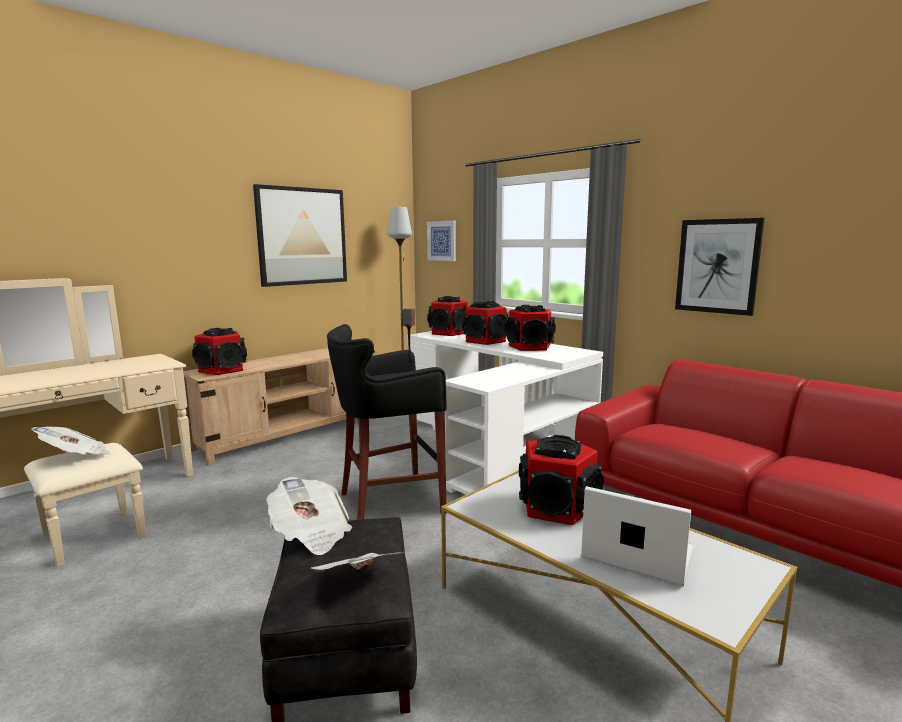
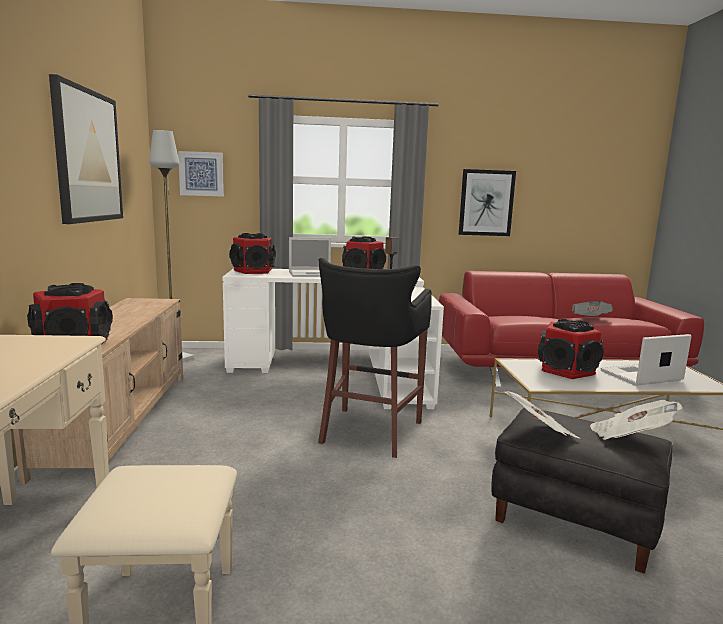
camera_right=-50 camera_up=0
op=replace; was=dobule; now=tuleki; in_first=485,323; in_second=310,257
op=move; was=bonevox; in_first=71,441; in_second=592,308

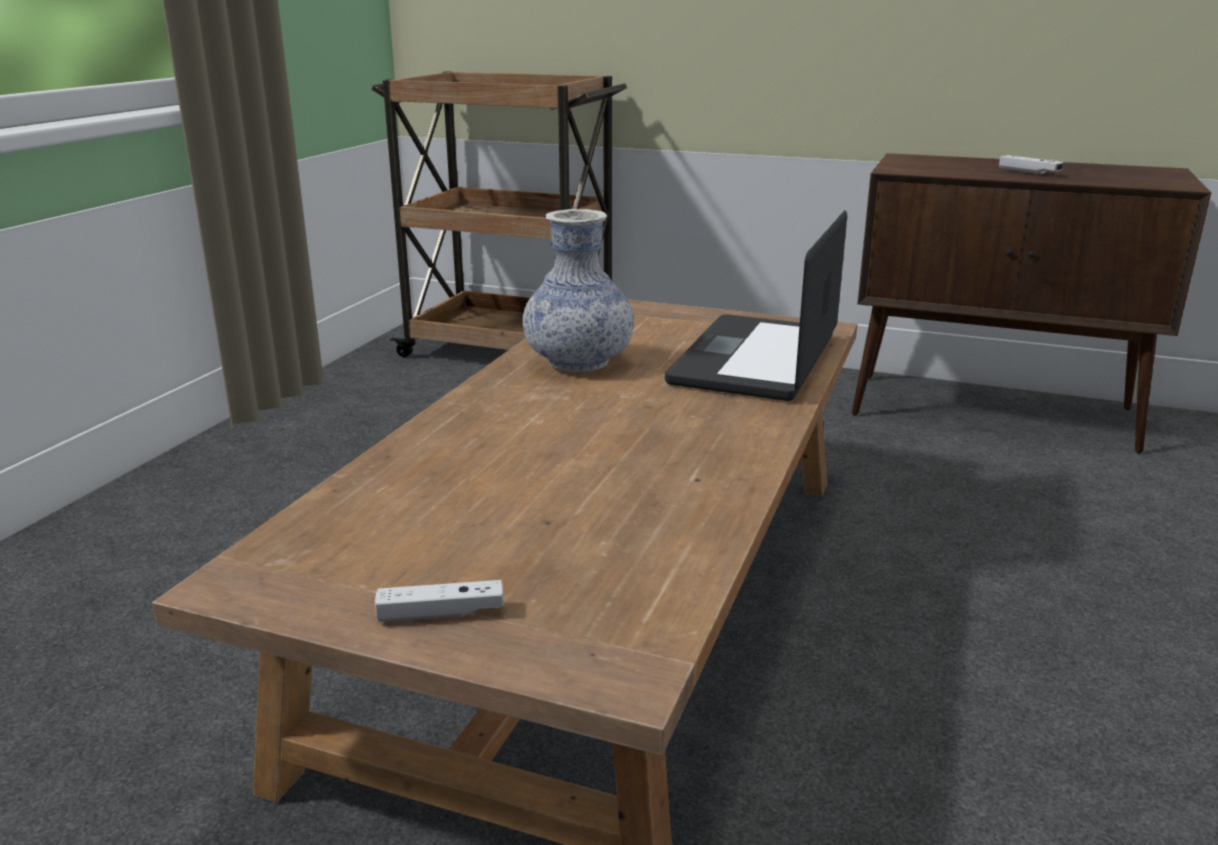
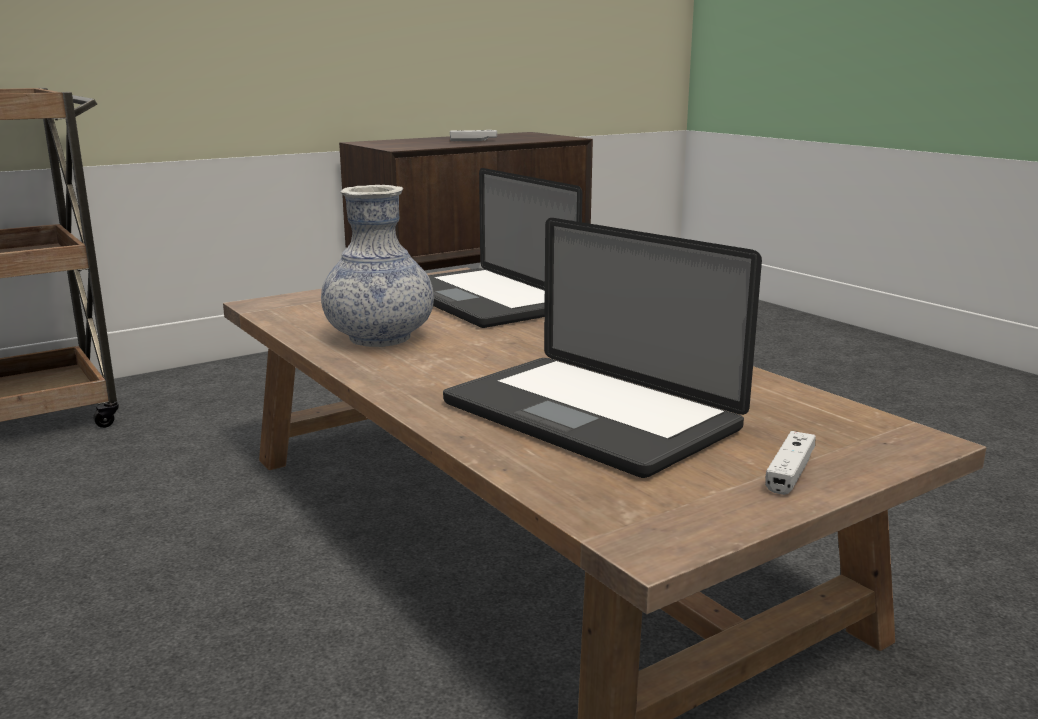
camera_right=-55 camera_up=-5
op=insert; now=tuleki; in_second=602,348

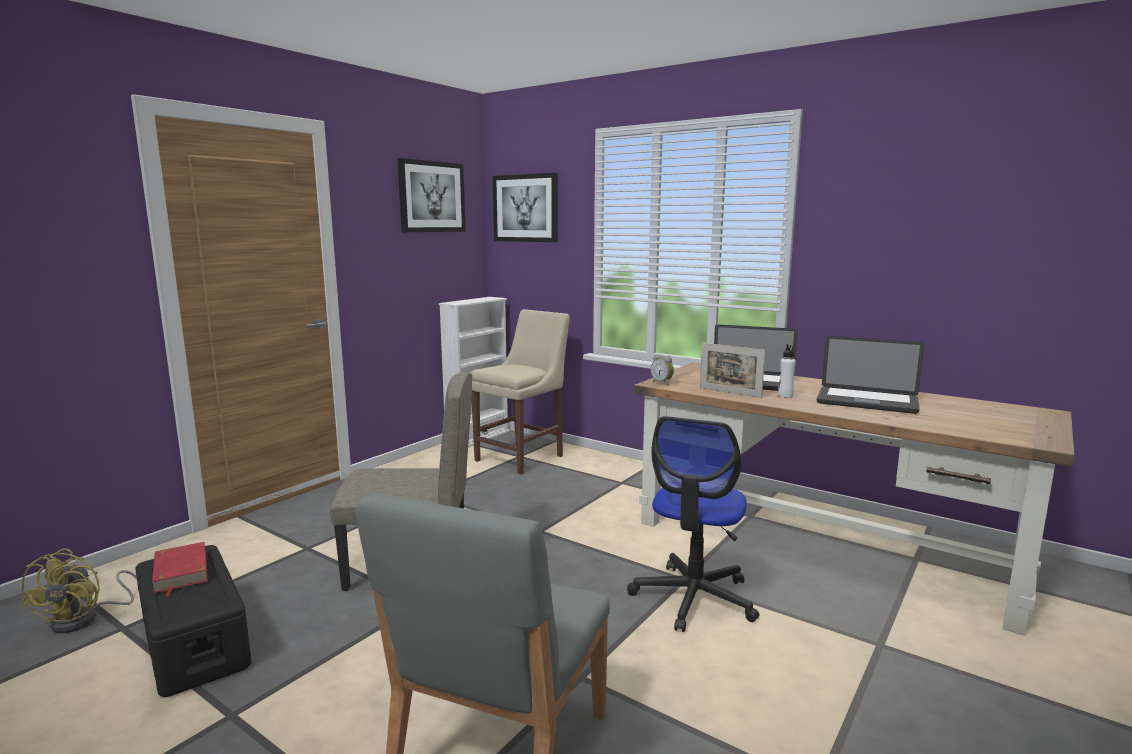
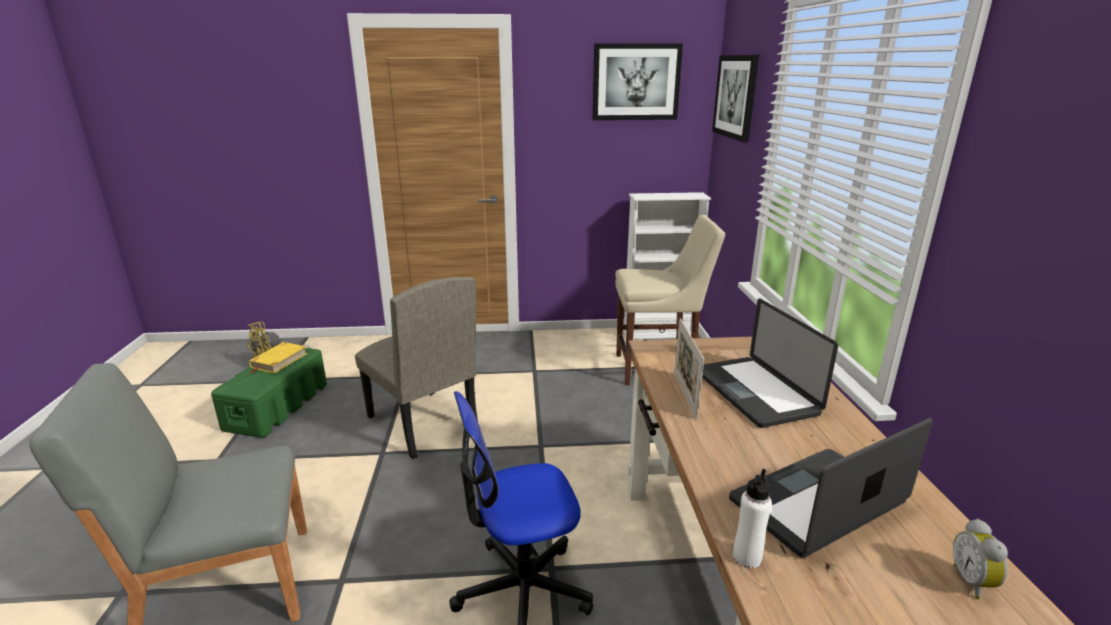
camera_right=50 camera_up=10
op=recolor; was=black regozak; now=green regozak; in_first=193,621; in_second=269,393
op=recolor; was=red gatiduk; now=yellow gatiduk; in_first=180,569; in_second=278,357
op=rotate; was=tuleki; in_first=870,375; in_second=831,488; clockwise=75
op=move; was=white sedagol; in_first=787,371; in_second=752,518
op=move; was=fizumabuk; in_first=662,369; in_second=980,559

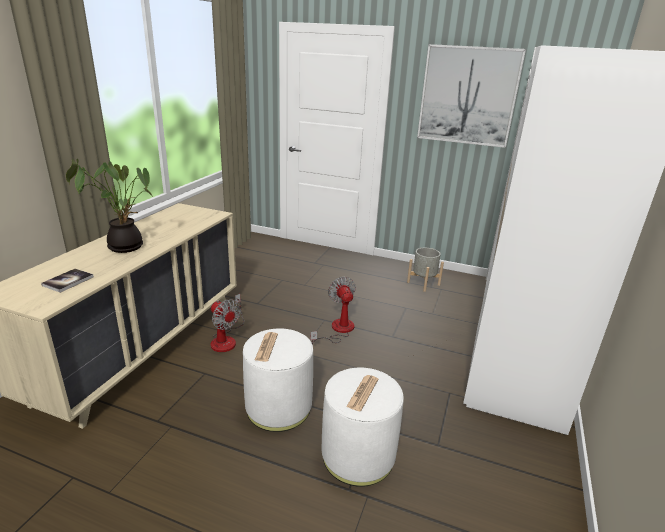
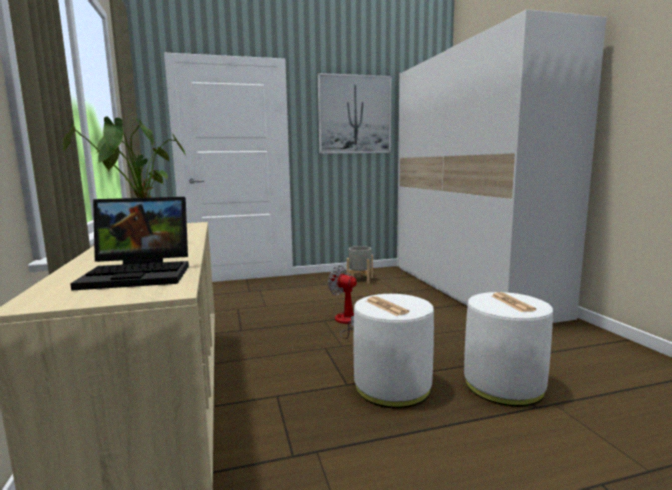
camera_right=-35 camera_up=-15
op=replace; was=gatiduk; now=tuleki; in_first=67,281; in_second=129,244
op=delete; was=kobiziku; in_first=227,323

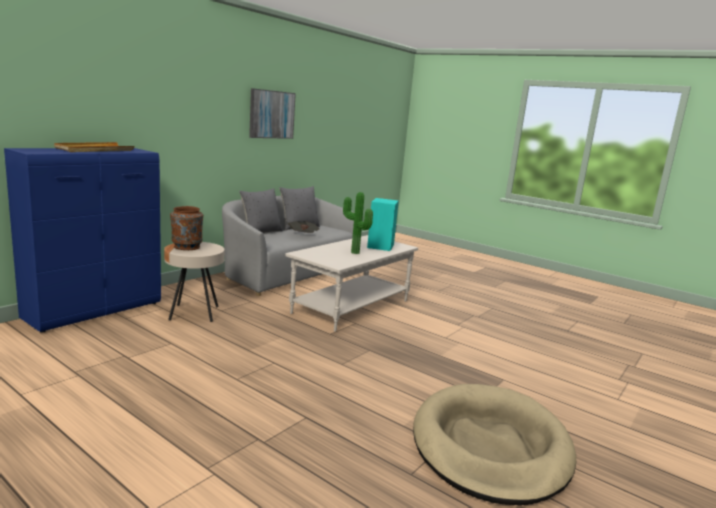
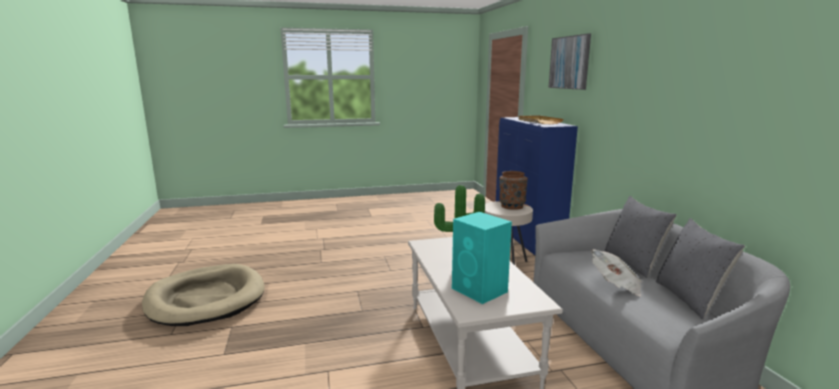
camera_right=130 camera_up=0
op=move; was=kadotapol; in_first=272,113; in_second=569,62

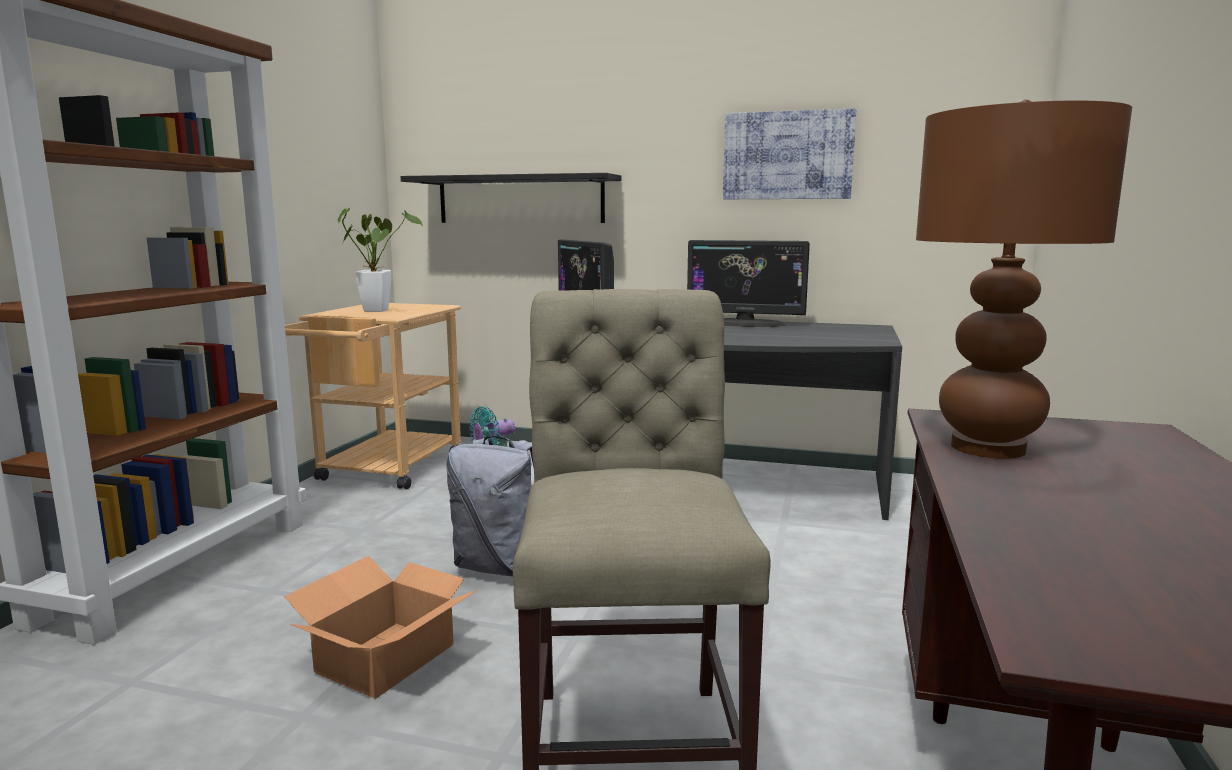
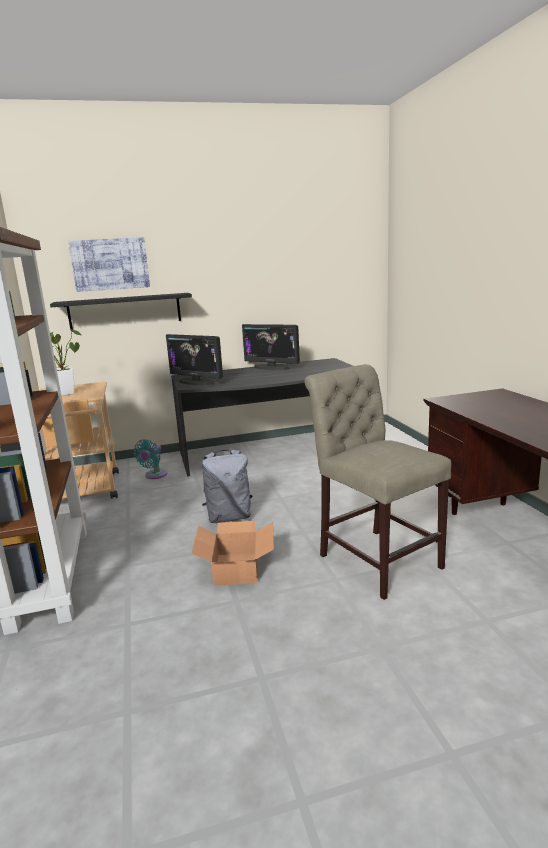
camera_right=-30 camera_up=5
op=move; was=kadotapol; in_first=789,153; in_second=109,264
op=rotate; was=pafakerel; in_first=748,283; in_second=271,347; clockwise=45
op=delete; was=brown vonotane; in_first=1024,279

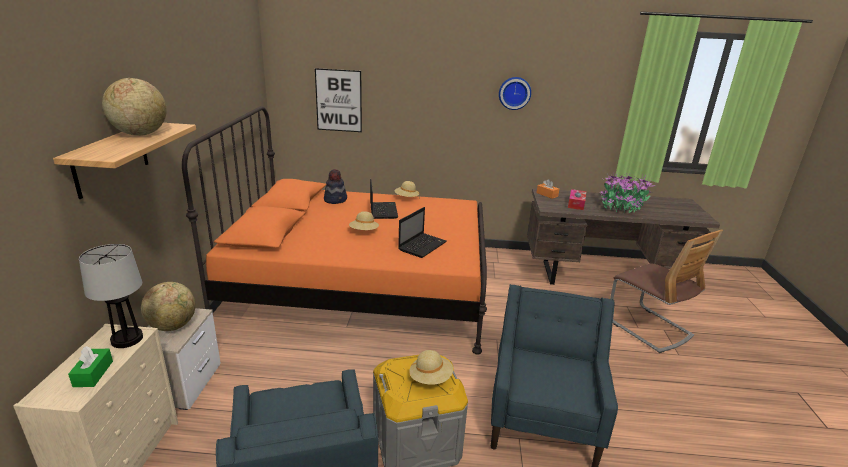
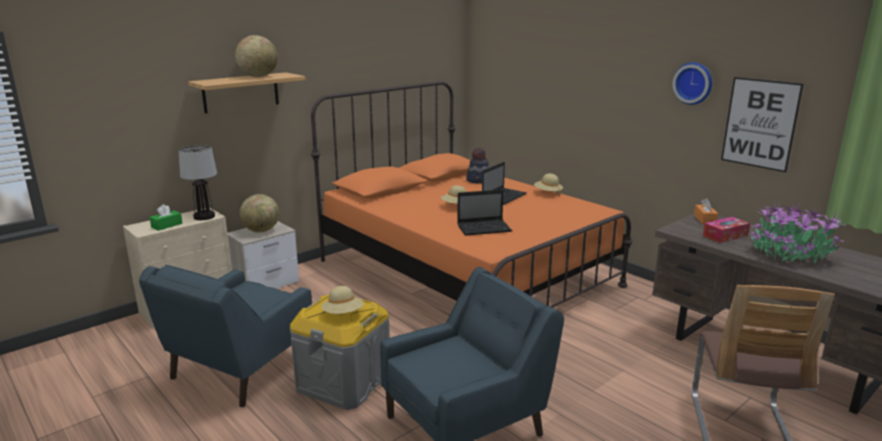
camera_right=45 camera_up=-5
op=move; was=kadotapol; in_first=338,100; in_second=762,124

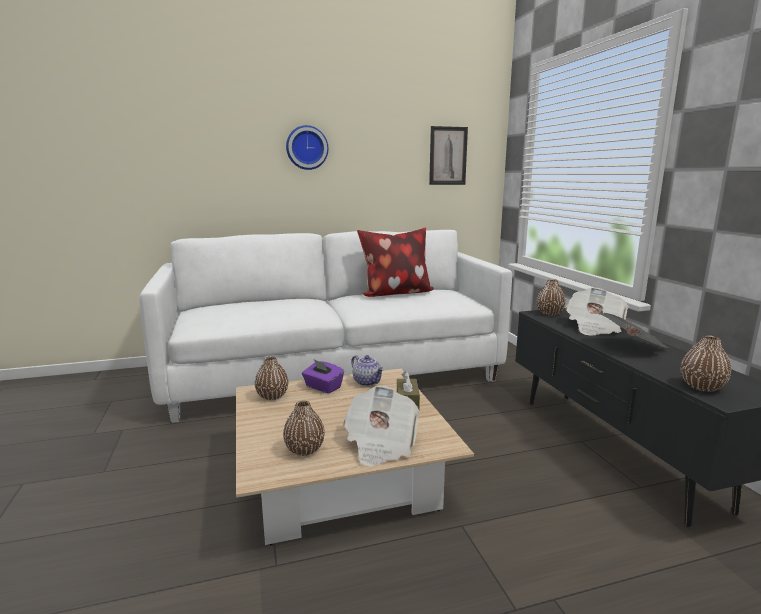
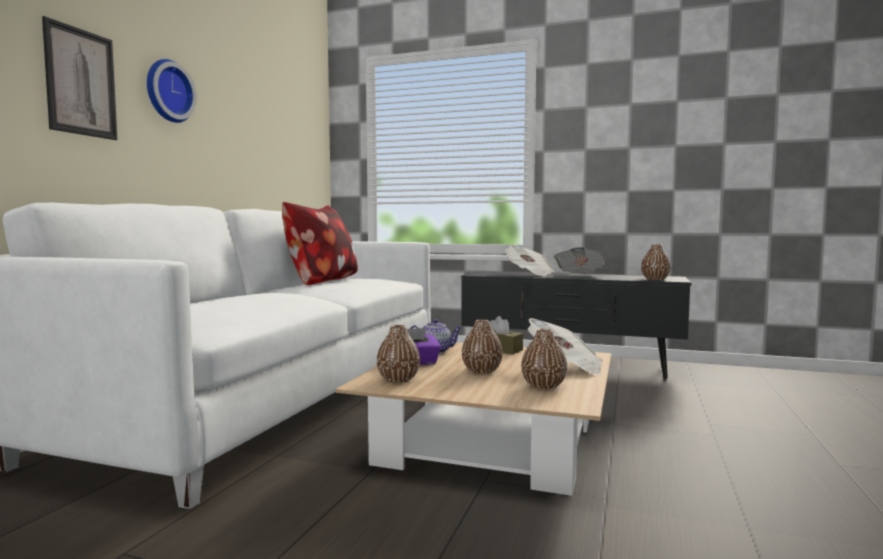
camera_right=-55 camera_up=-10
op=move; was=kadotapol; in_first=448,155; in_second=79,78
op=move; was=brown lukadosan; in_first=550,297; in_second=482,346

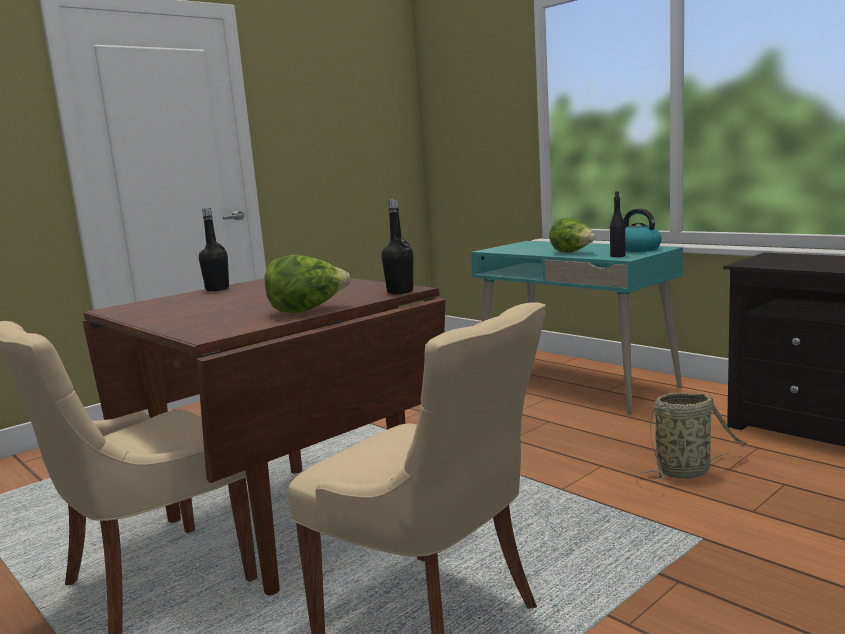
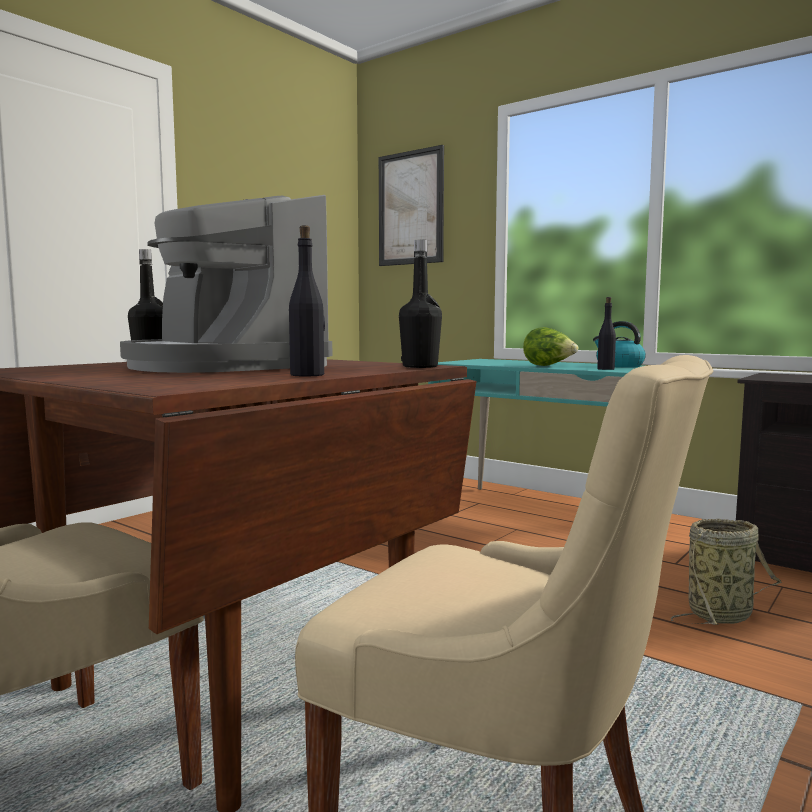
camera_right=-10 camera_up=-5
op=insert; now=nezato; in_second=226,284
op=replace; was=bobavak; now=black sedagol; in_first=307,284; in_second=307,300
op=insert; now=kadotapol; in_second=411,205

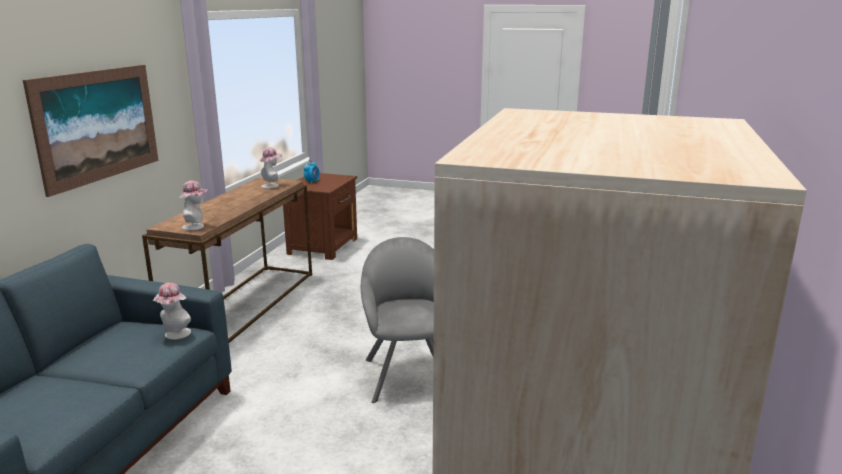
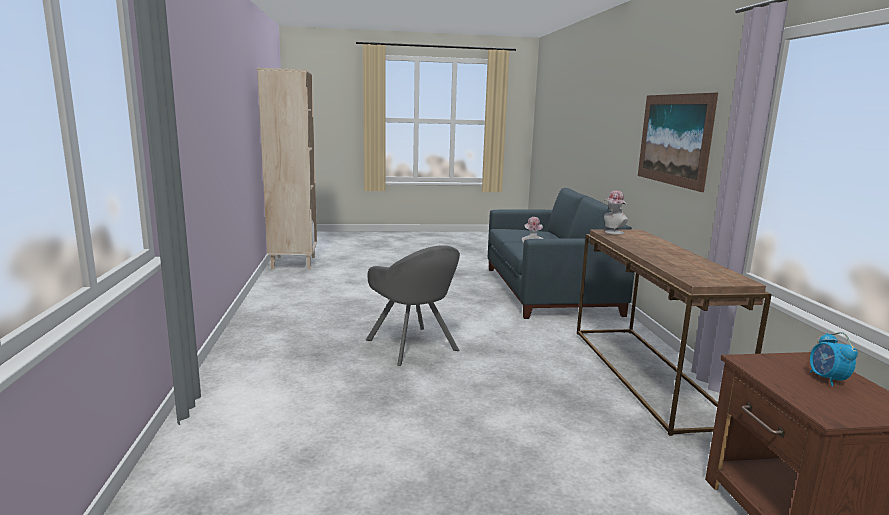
camera_right=155 camera_up=-5
op=delete; was=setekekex; in_first=270,168

